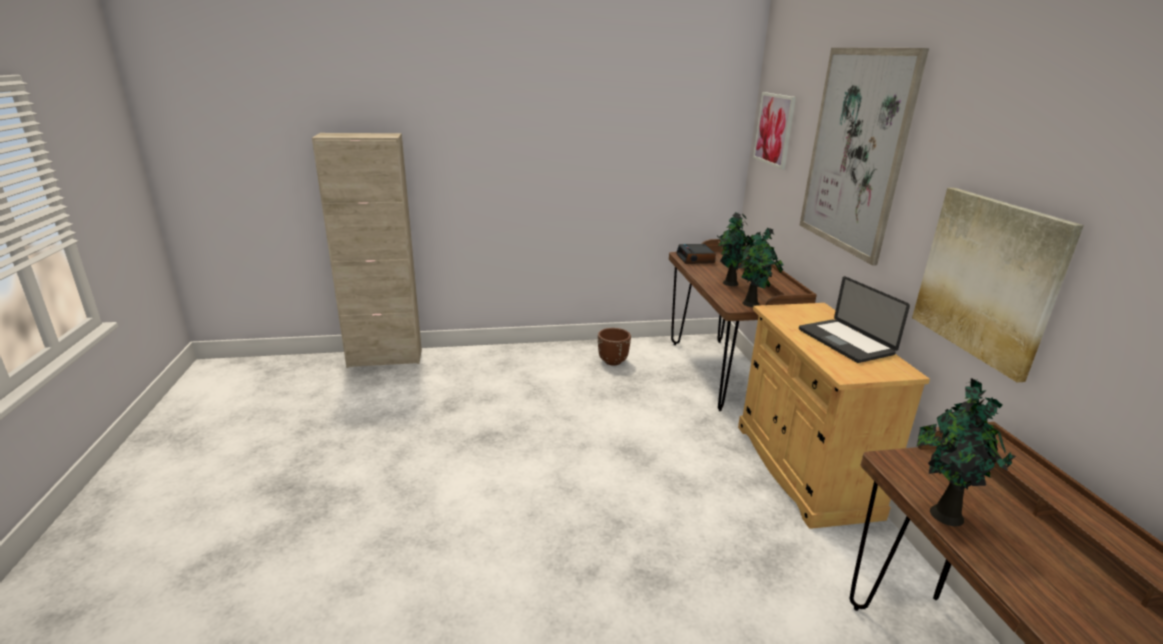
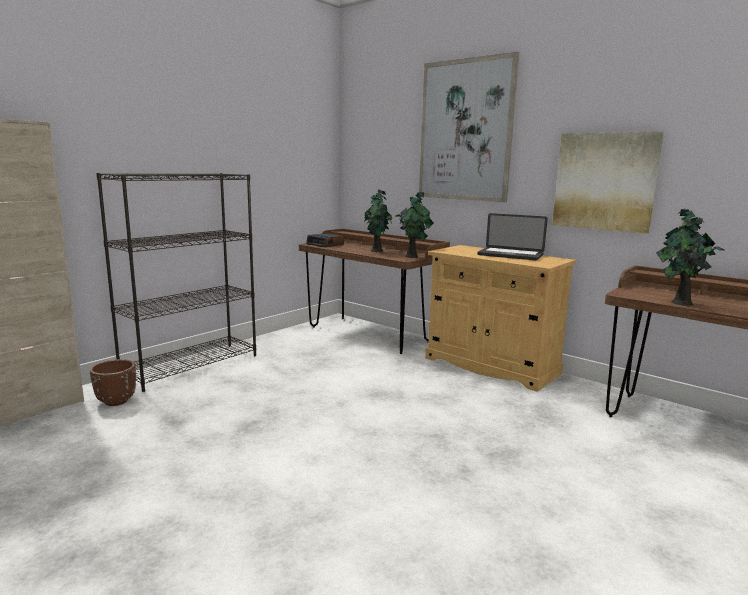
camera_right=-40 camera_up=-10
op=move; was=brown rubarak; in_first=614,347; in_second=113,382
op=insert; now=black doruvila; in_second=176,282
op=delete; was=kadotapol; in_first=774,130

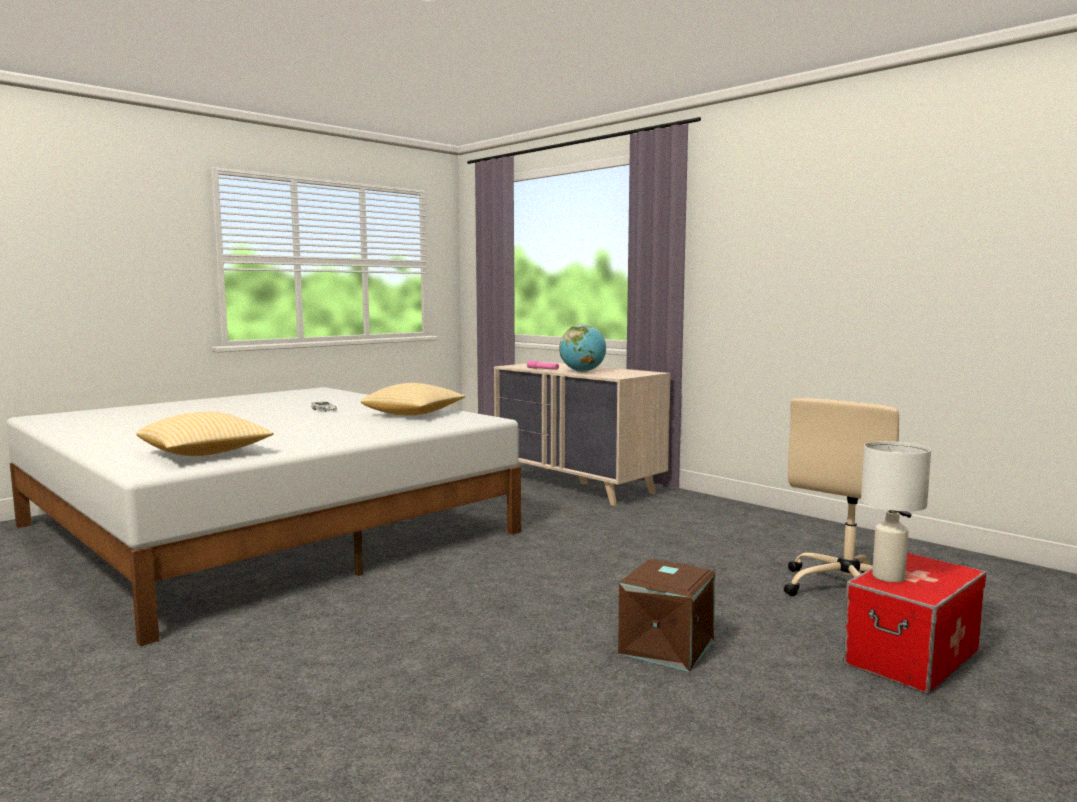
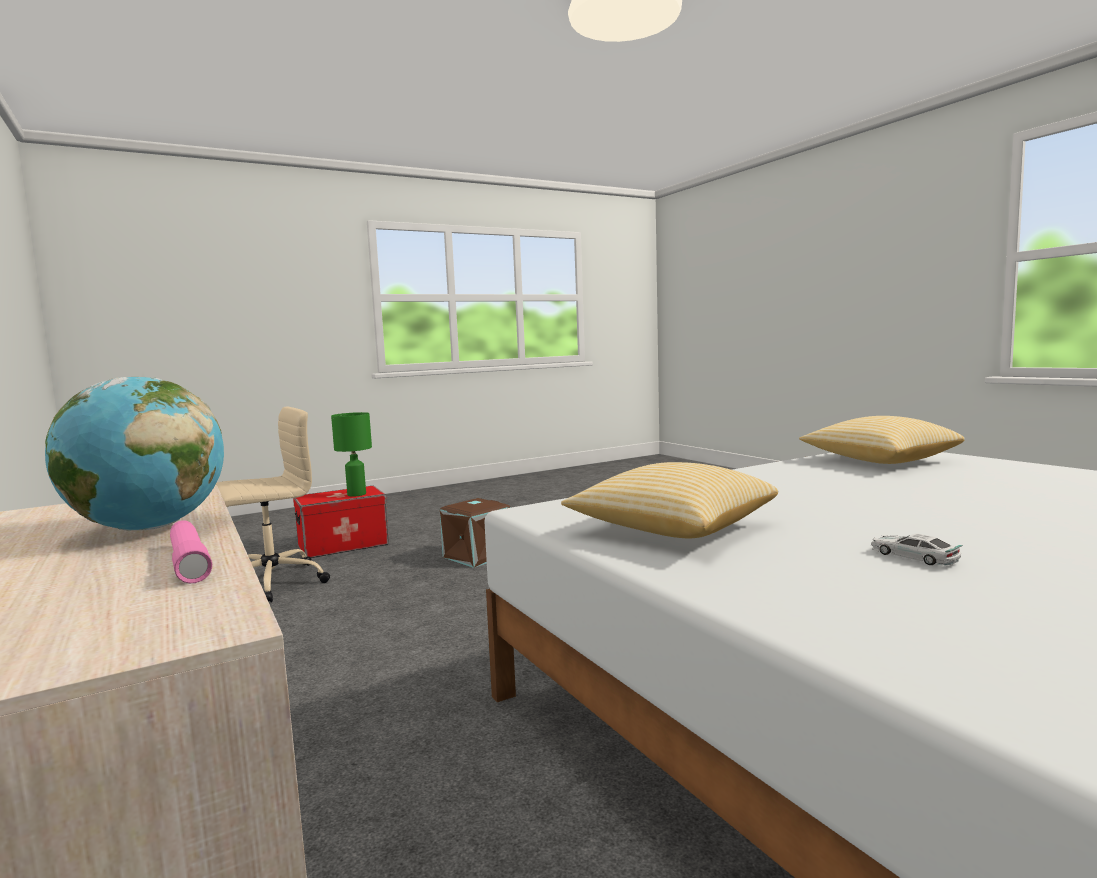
camera_right=-165 camera_up=0
op=recolor; was=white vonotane; now=green vonotane; in_first=896,511; in_second=351,454

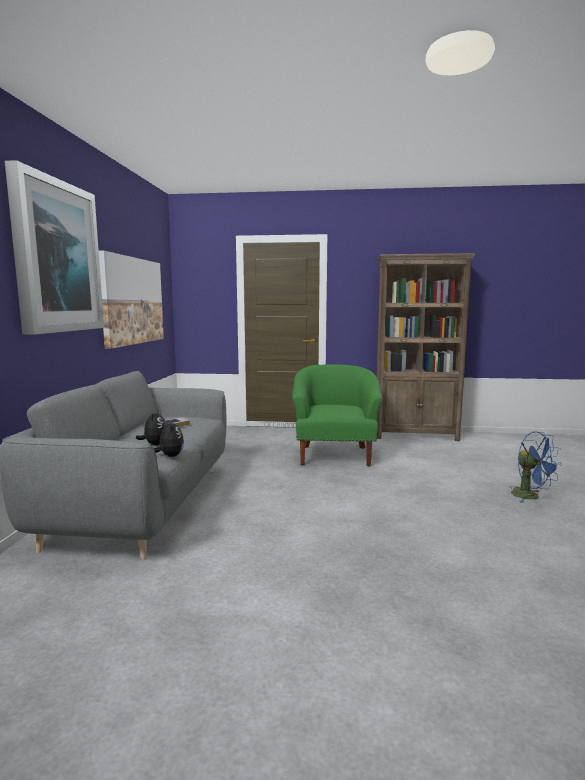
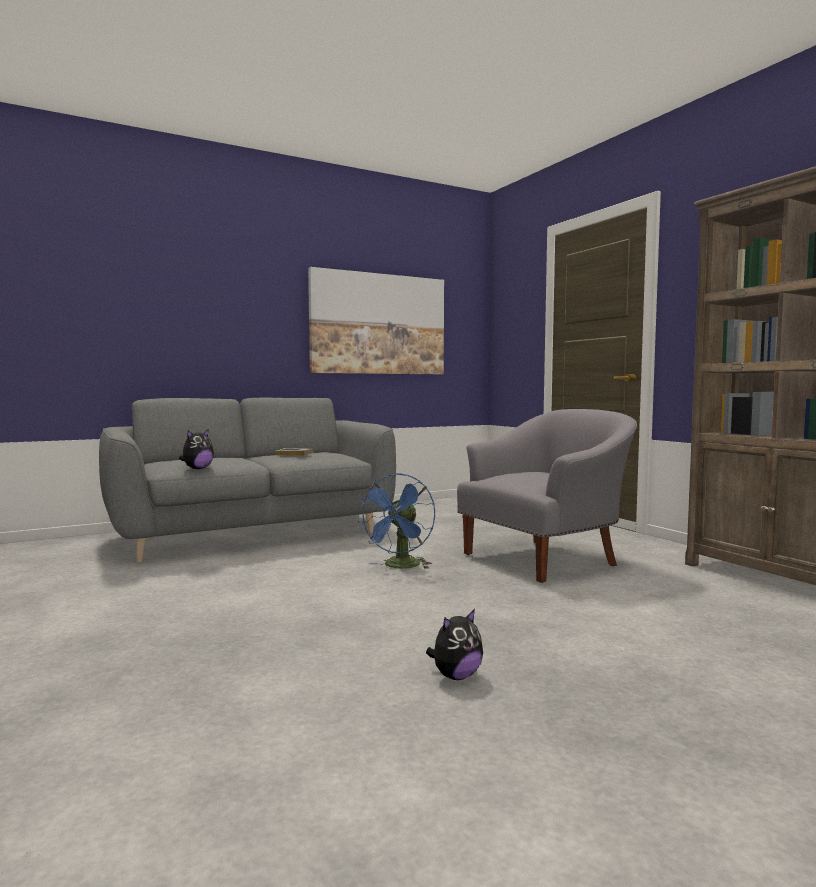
camera_right=55 camera_up=-5
op=move; was=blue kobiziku; in_first=536,467; in_second=396,521
op=move; was=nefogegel; in_first=151,427; in_second=454,644
op=recolor; was=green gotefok; now=grey gotefok; in_first=337,415; in_second=547,496
op=delete; was=kadotapol; in_first=54,247

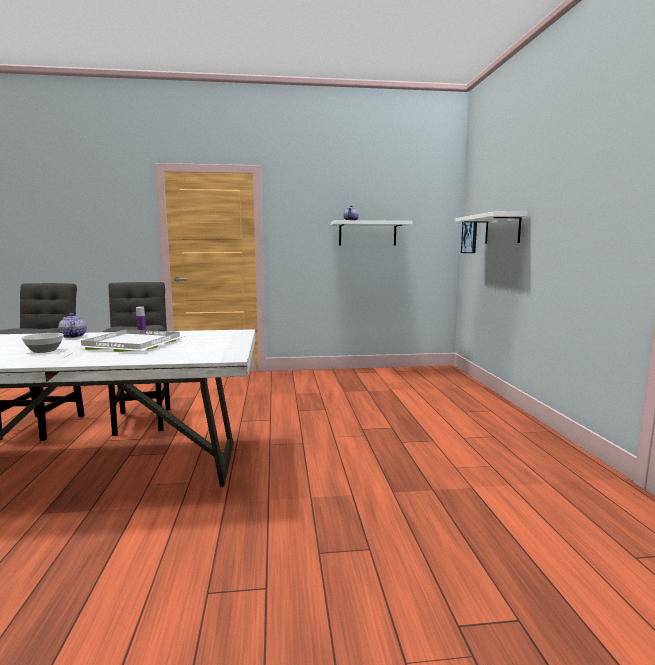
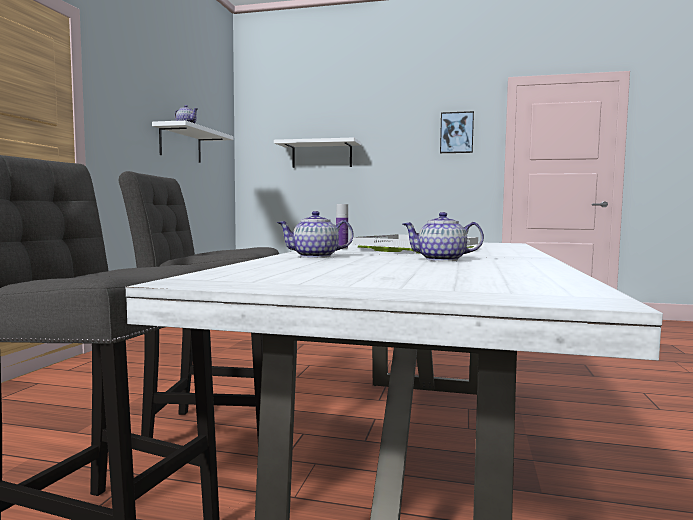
camera_right=-70 camera_up=-5
op=replace; was=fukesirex; now=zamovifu; in_first=42,343; in_second=443,236
op=move; was=kadotapol; in_first=469,237; in_second=457,132

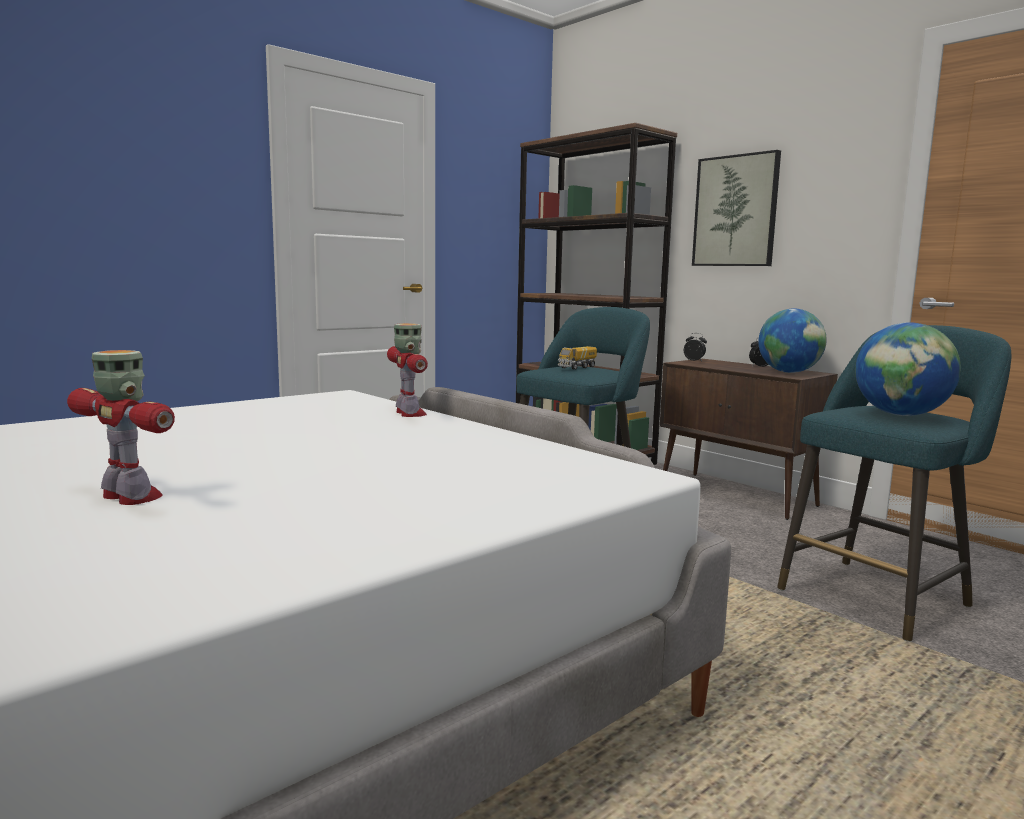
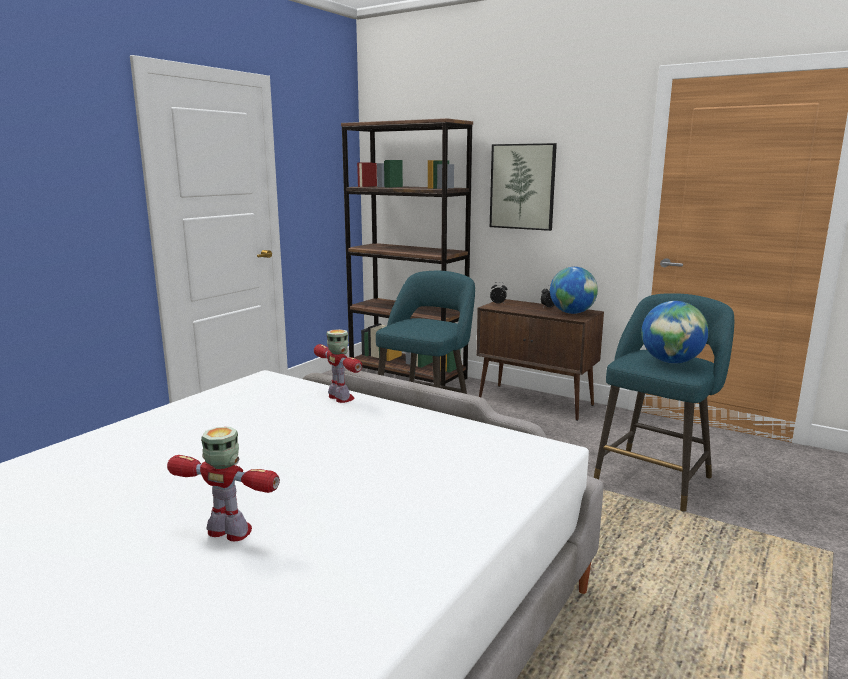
camera_right=-15 camera_up=5
op=delete; was=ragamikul; in_first=577,358

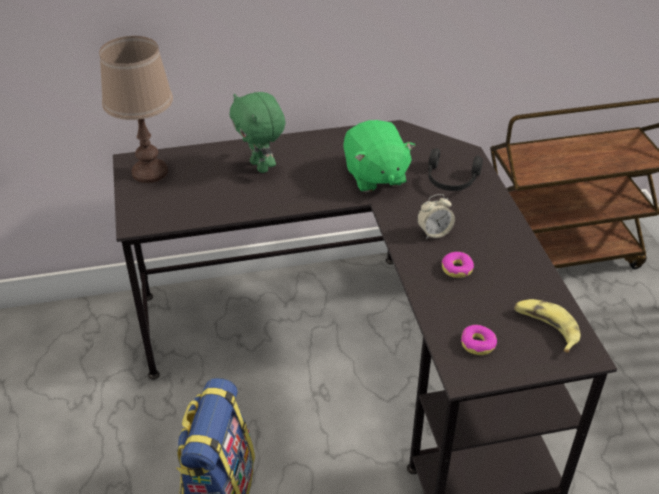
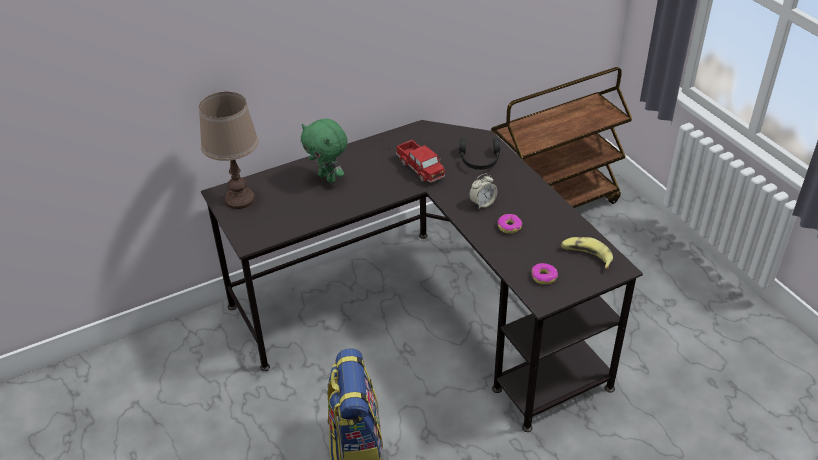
camera_right=-15 camera_up=0
op=replace; was=green nefogegel; now=ragamikul; in_first=379,156; in_second=420,161

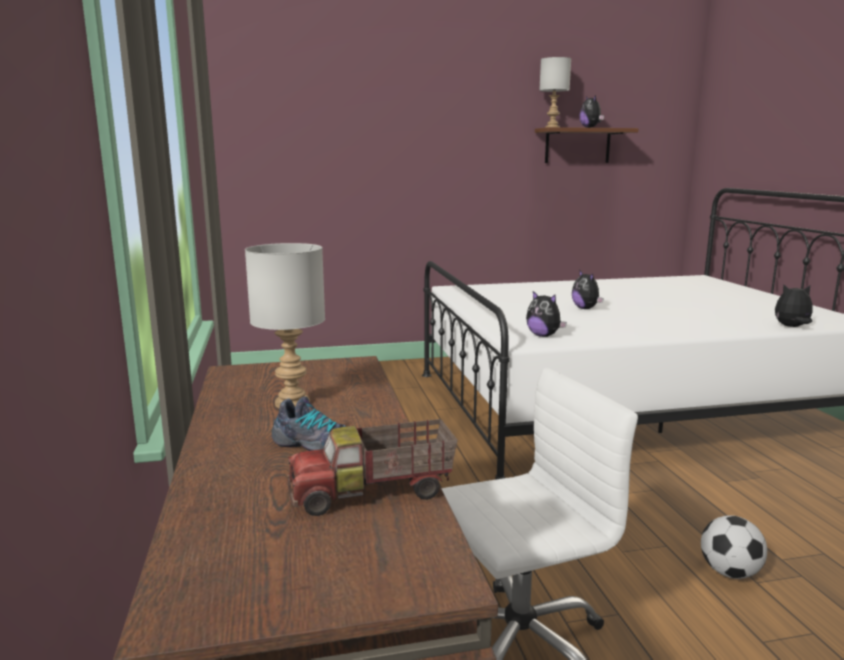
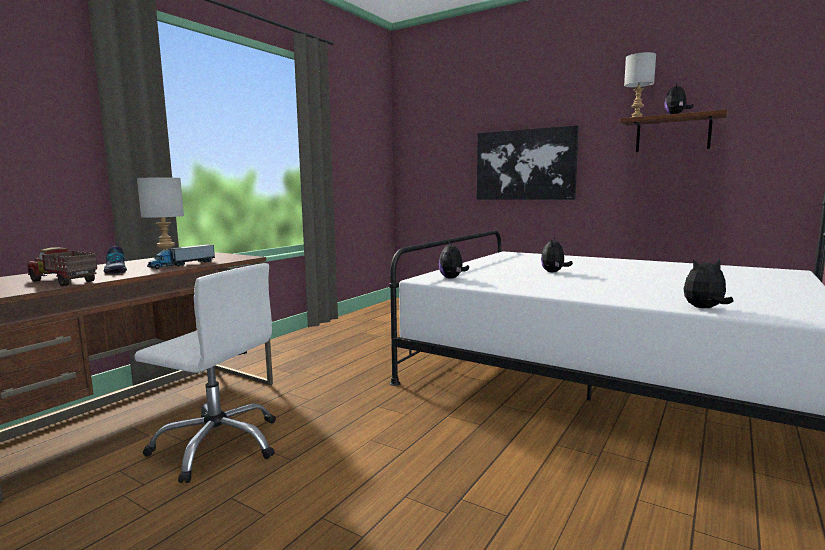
camera_right=45 camera_up=-5
op=insert; now=ragamikul; in_second=181,256
op=insert; now=kadotapol; in_second=528,162
op=rotate; was=nefogegel; in_first=794,306; in_second=709,283; clockwise=-60
op=delete; was=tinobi; in_first=734,547

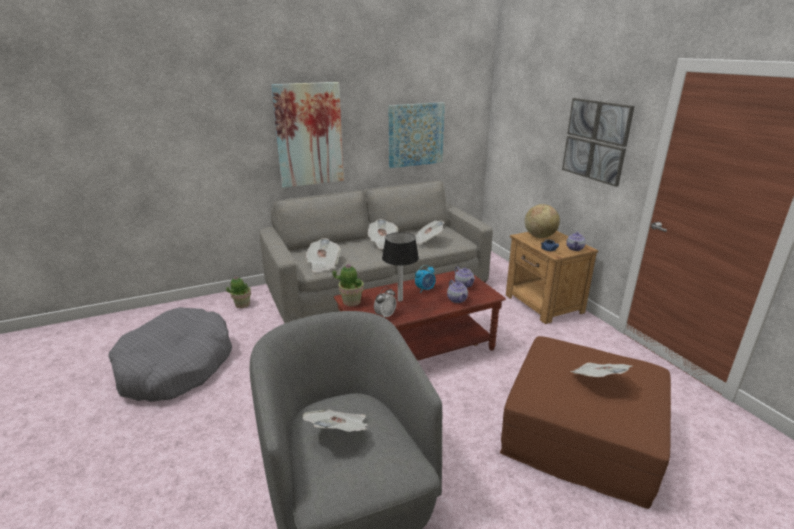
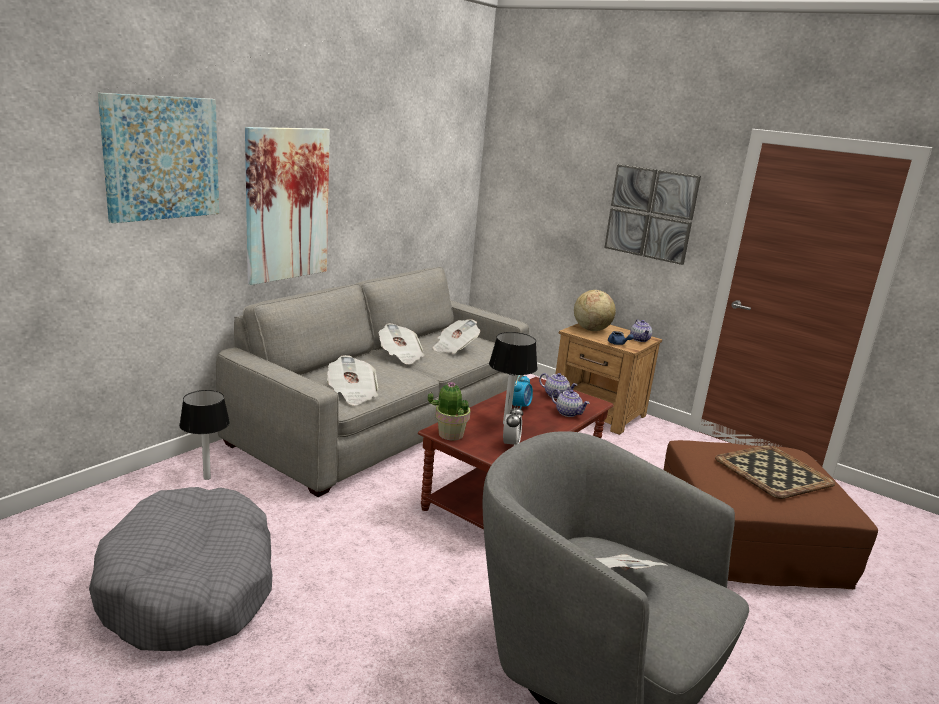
camera_right=-30 camera_up=-5
op=move; was=kadotapol; in_first=417,135; in_second=158,158
op=replace; was=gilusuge; now=vonotane; in_first=238,292; in_second=204,435
op=replace; was=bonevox; now=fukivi; in_first=601,370; in_second=775,472

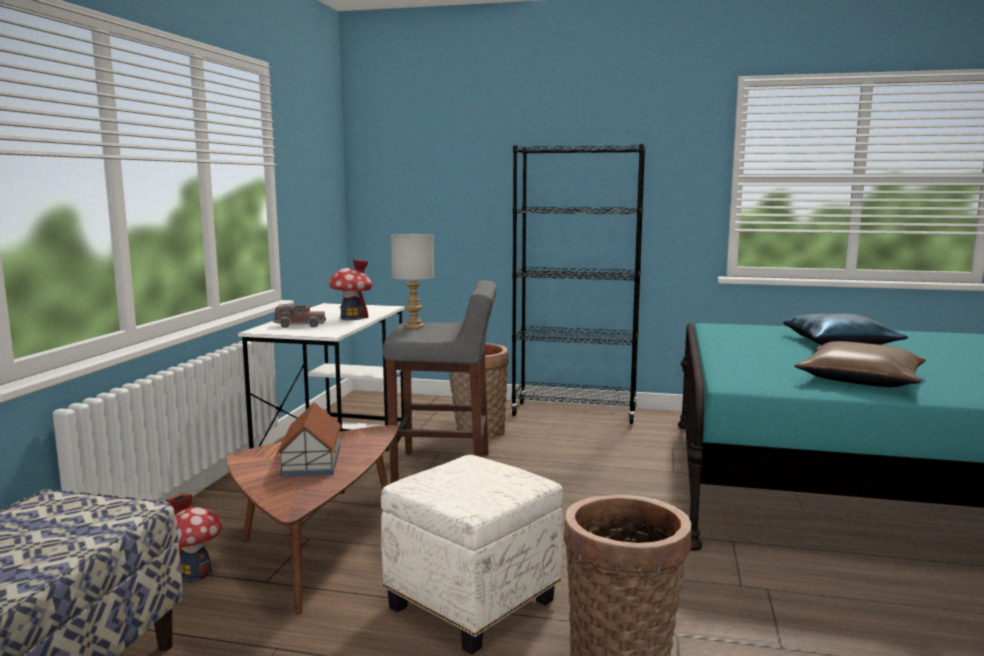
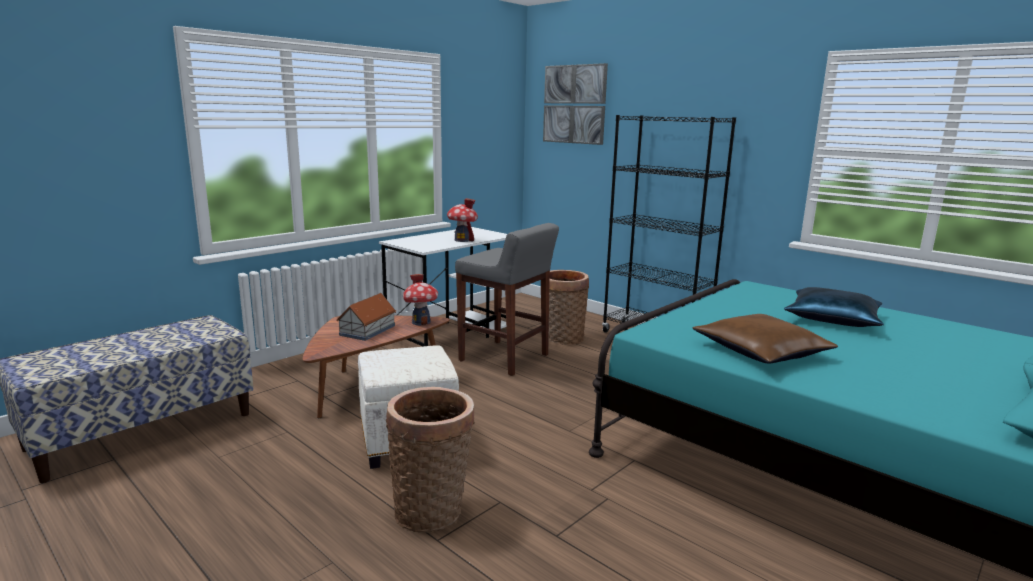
camera_right=30 camera_up=5
op=move; was=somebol; in_first=194,537; in_second=420,299
op=insert; now=kadotapol; in_second=575,104
op=delete; was=ragamikul; in_first=299,316
op=delete; was=grey vonotane; in_first=412,281

